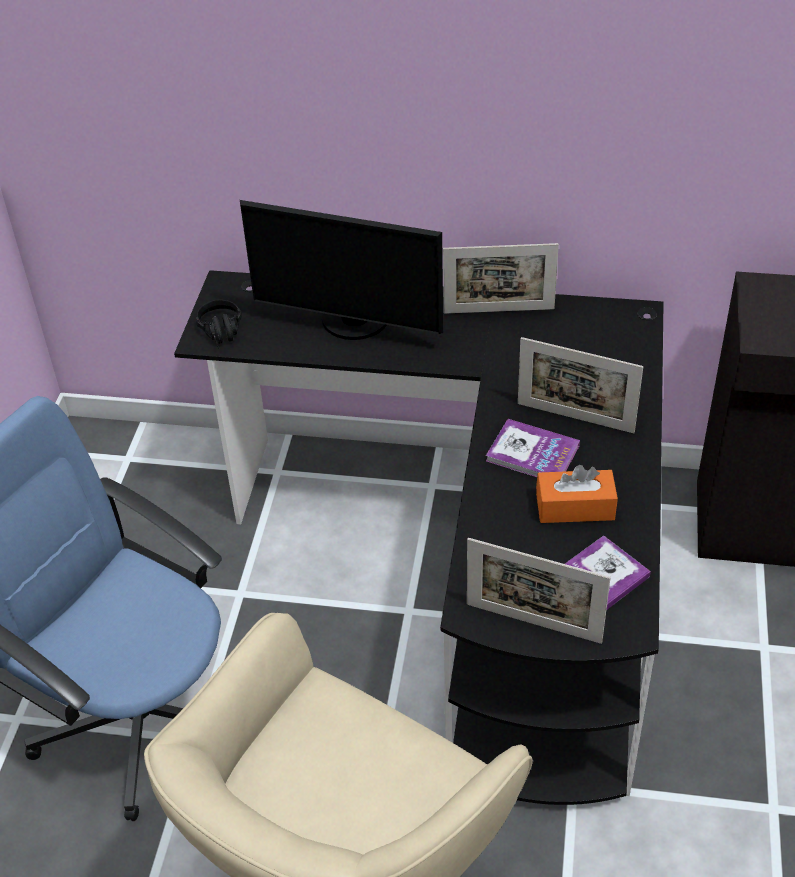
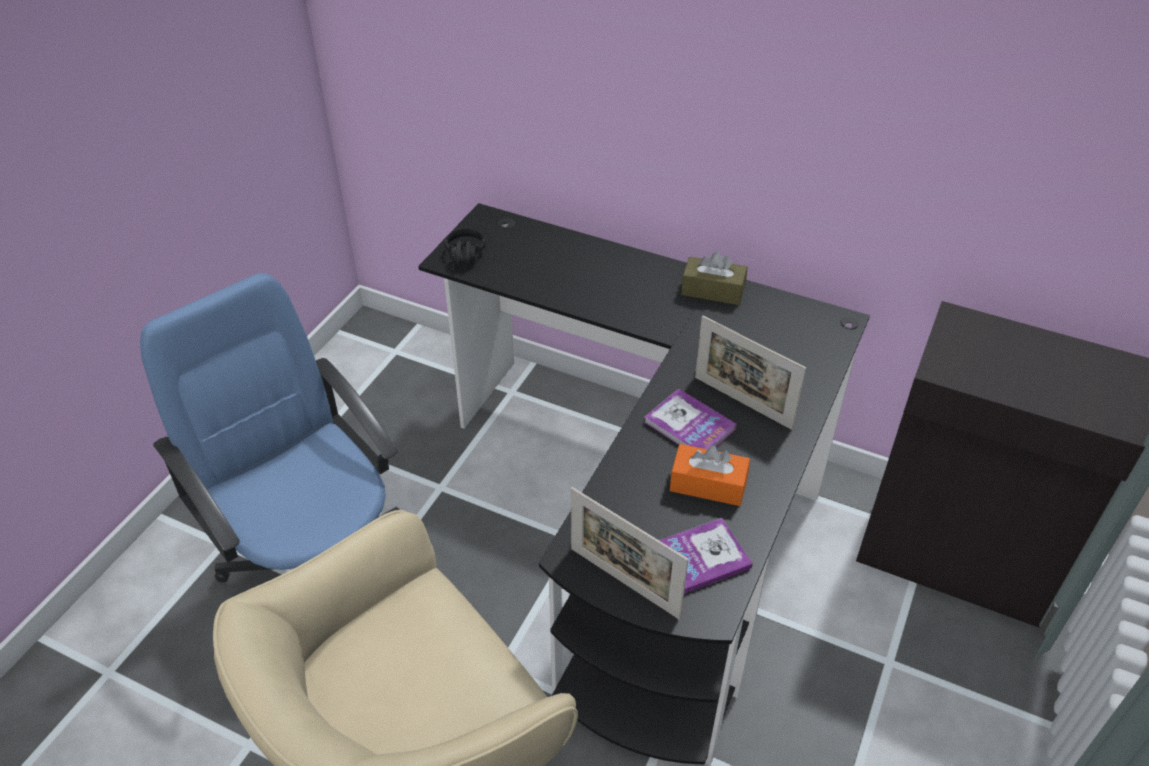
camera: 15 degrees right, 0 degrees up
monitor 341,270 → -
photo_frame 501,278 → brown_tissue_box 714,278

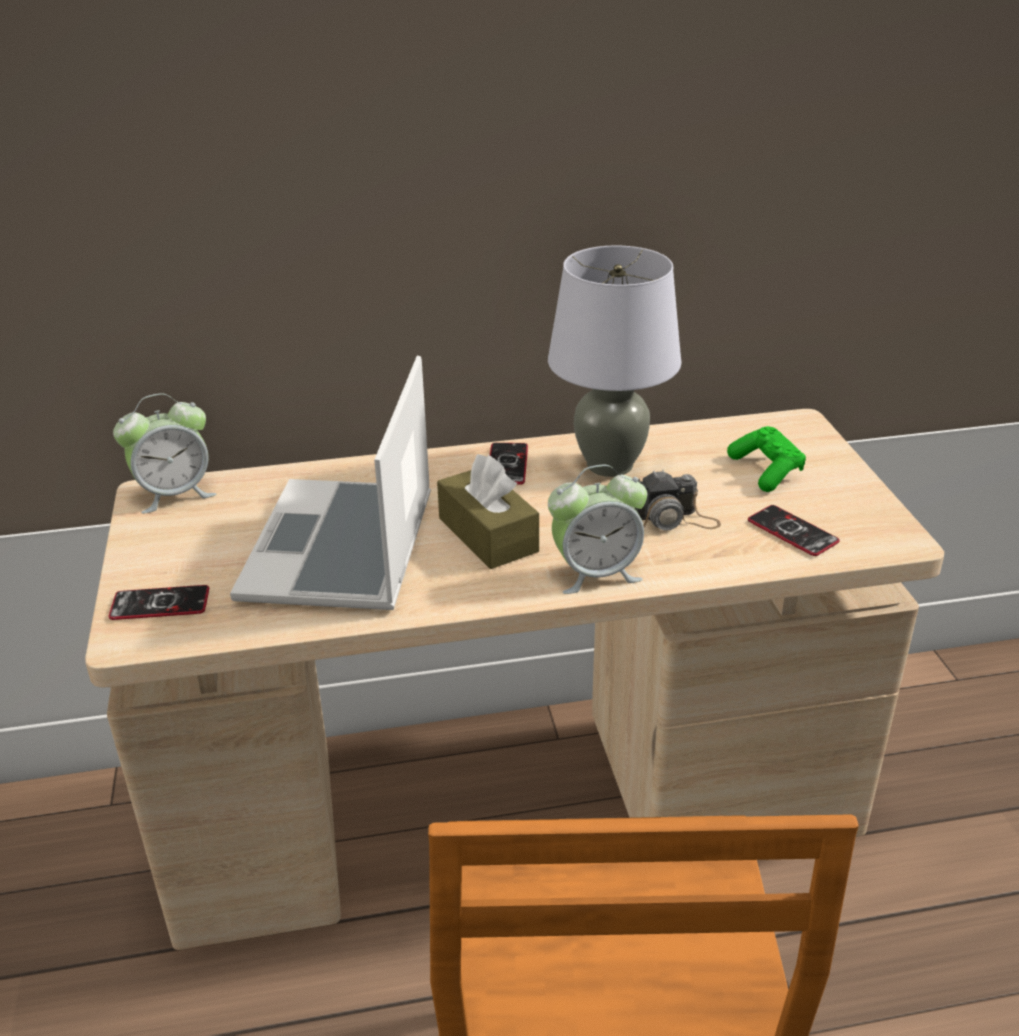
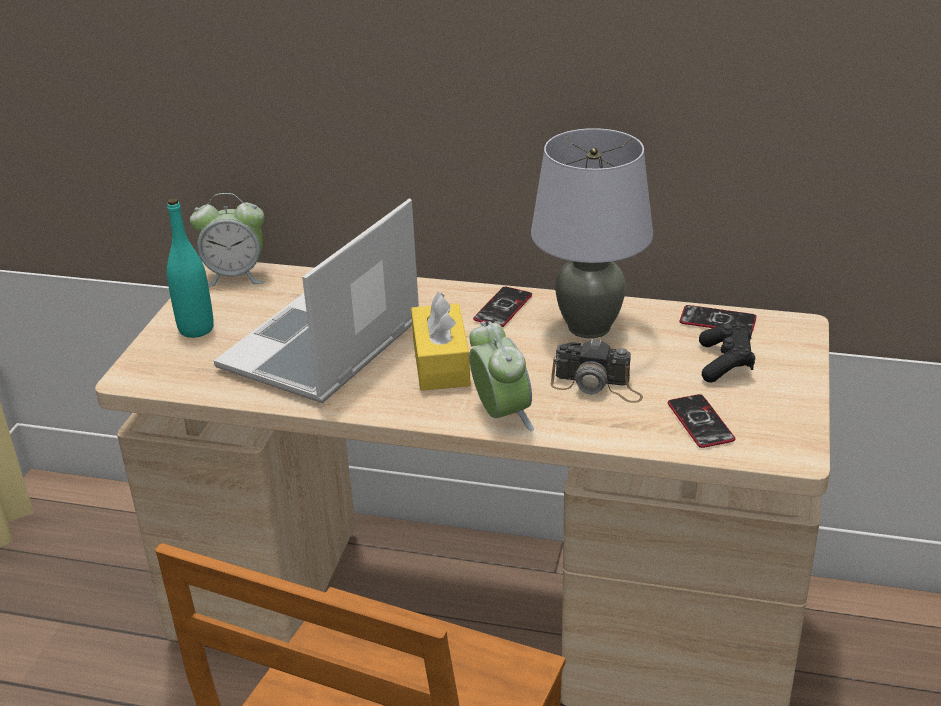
camera: 25 degrees right, 0 degrees up
phone 158,602 → phone 718,318, moved
brown_tissue_box 488,511 → yellow_tissue_box 441,341
bedside_clock 597,529 → bedside_clock 501,376, 120 degrees counterclockwise
green-coloured_gamepad 766,459 → black_gamepad 727,352
- → blue-green_bottle 190,268

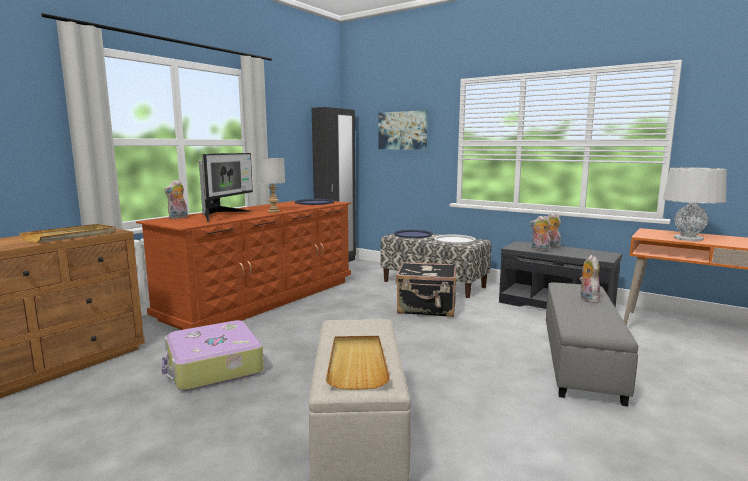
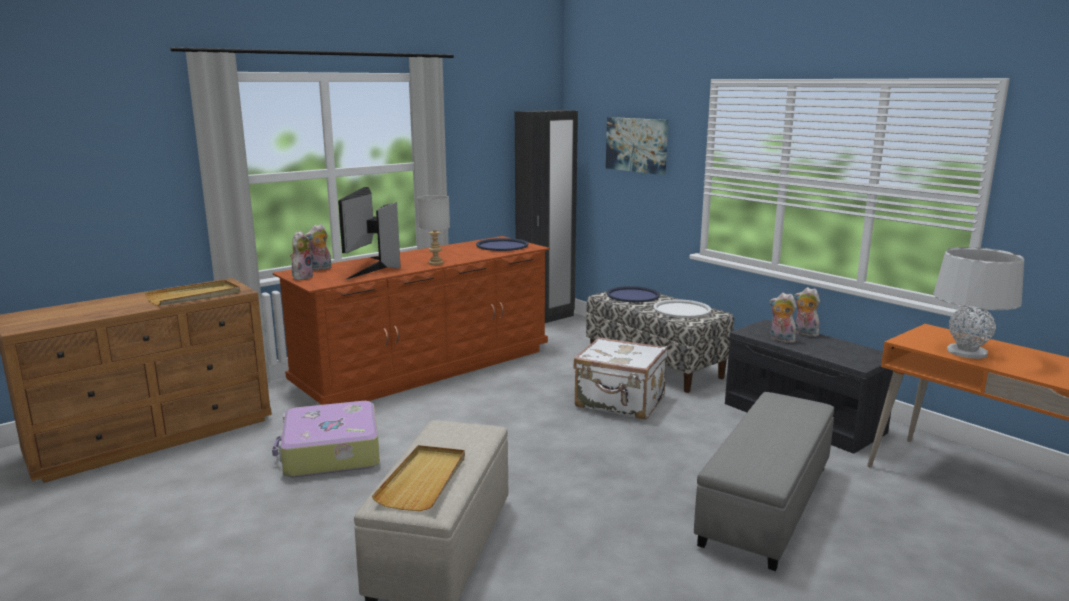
camera: 15 degrees right, 5 degrees up
monitor 226,187 → monitor 369,233, 150 degrees clockwise
black_suitcase 426,289 → white_suitcase 620,378
cuddly_toy 590,279 → cuddly_toy 302,255, moved

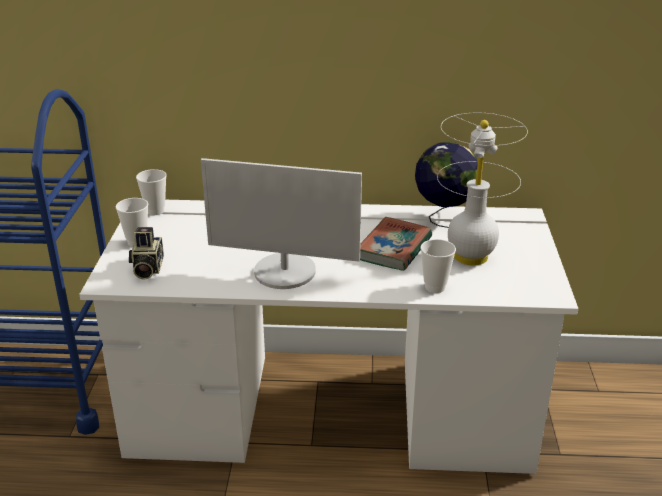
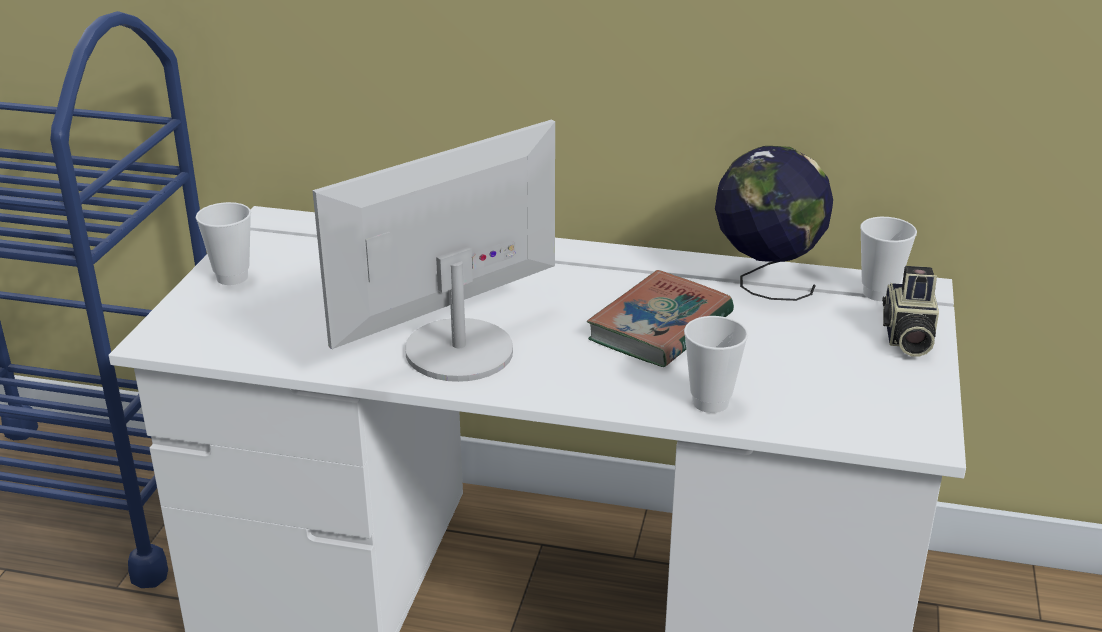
camera: 10 degrees right, 0 degrees up
photo_camera 146,253 → photo_camera 910,311, moved
drinking_cup 151,192 → drinking_cup 888,259, moved
monitor 281,223 → monitor 433,251, 120 degrees clockwise
white_lamp_for_a_table 482,189 → -

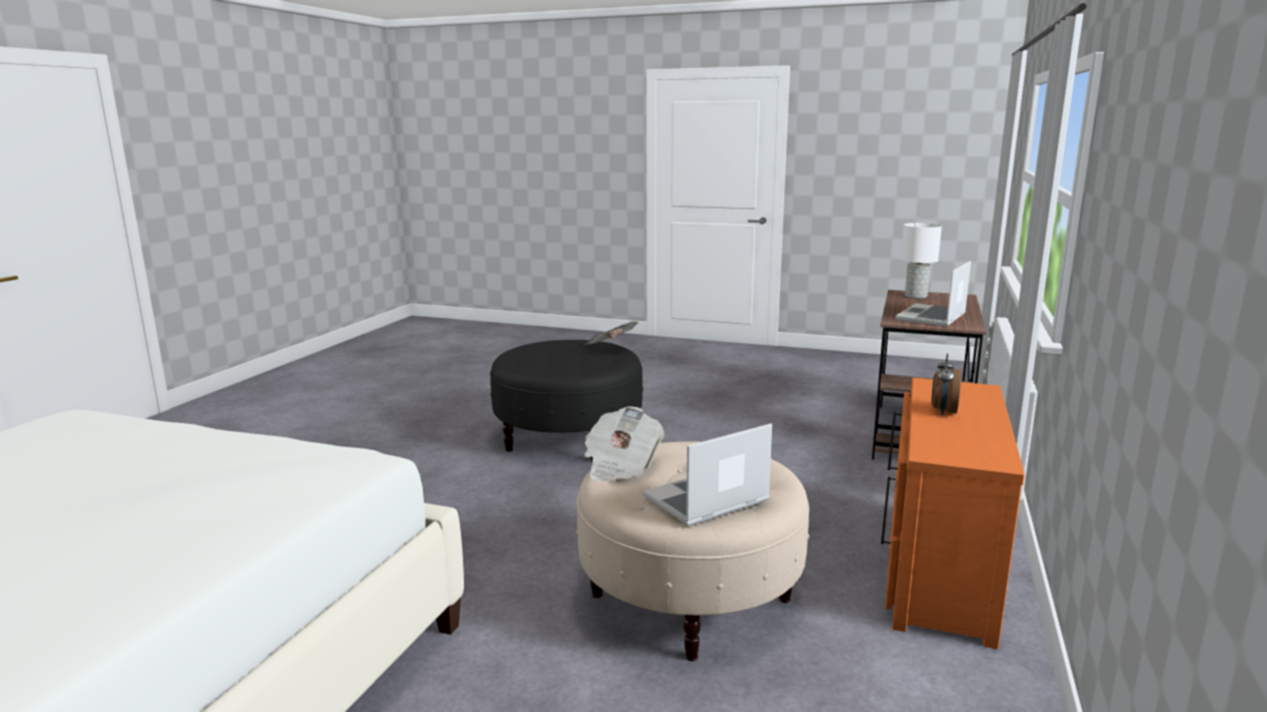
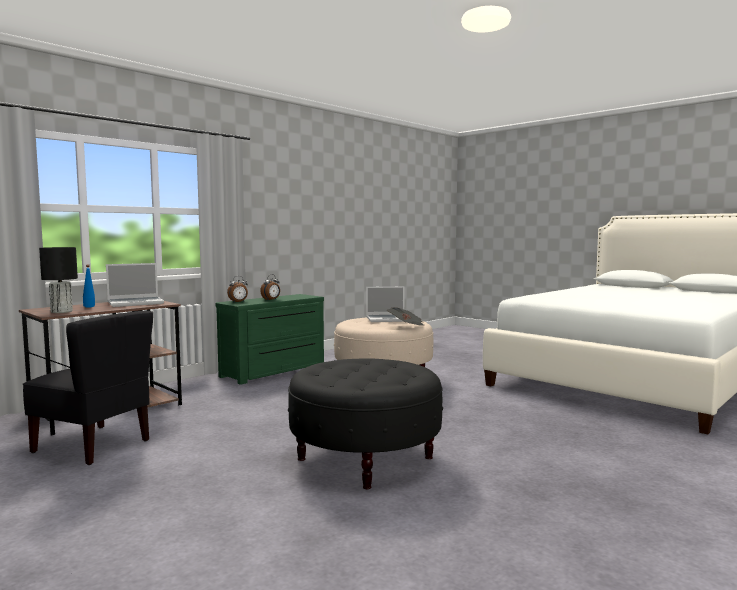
camera: 155 degrees left, 10 degrees down
printed_paper 611,333 → -
orangey_chest_of_drawers 953,513 → green-coloured_chest_of_drawers 270,339
white_lamp_for_a_table 921,261 → black_lamp_for_a_table 58,280
- → black_plain_chair 88,388
- → bluish_bottle 89,286
- → bedside_clock 237,289

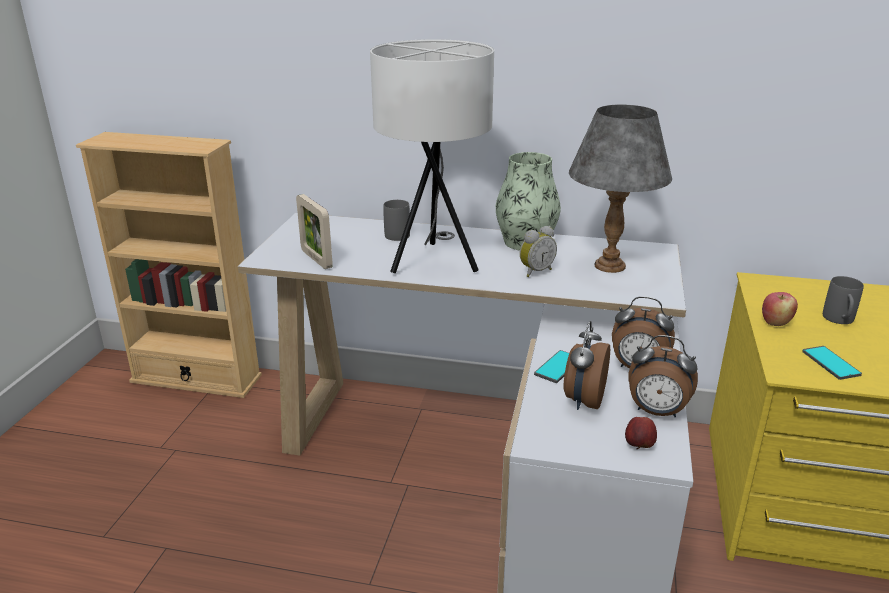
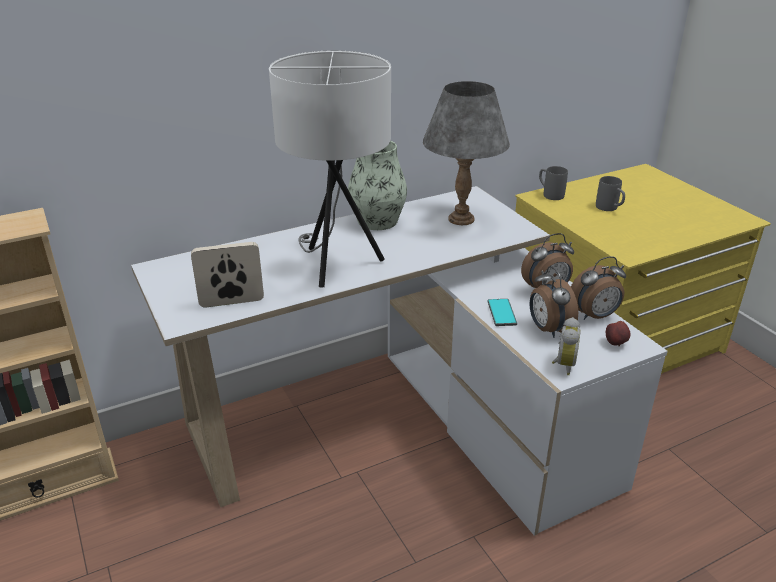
camera: 40 degrees left, 5 degrees up
photo_frame 314,231 → photo_frame 227,274, 150 degrees clockwise
greyish_mug 396,220 → greyish_mug 553,183, moved
bedside_clock 538,251 → bedside_clock 566,346, moved
whole_apple 780,309 → -
phone 832,363 → -

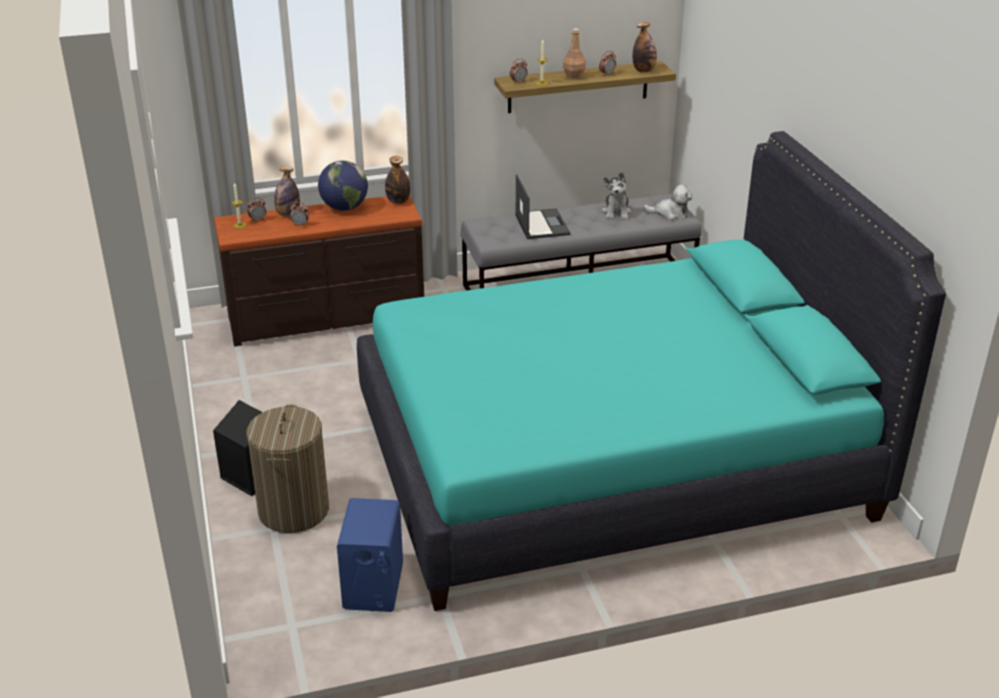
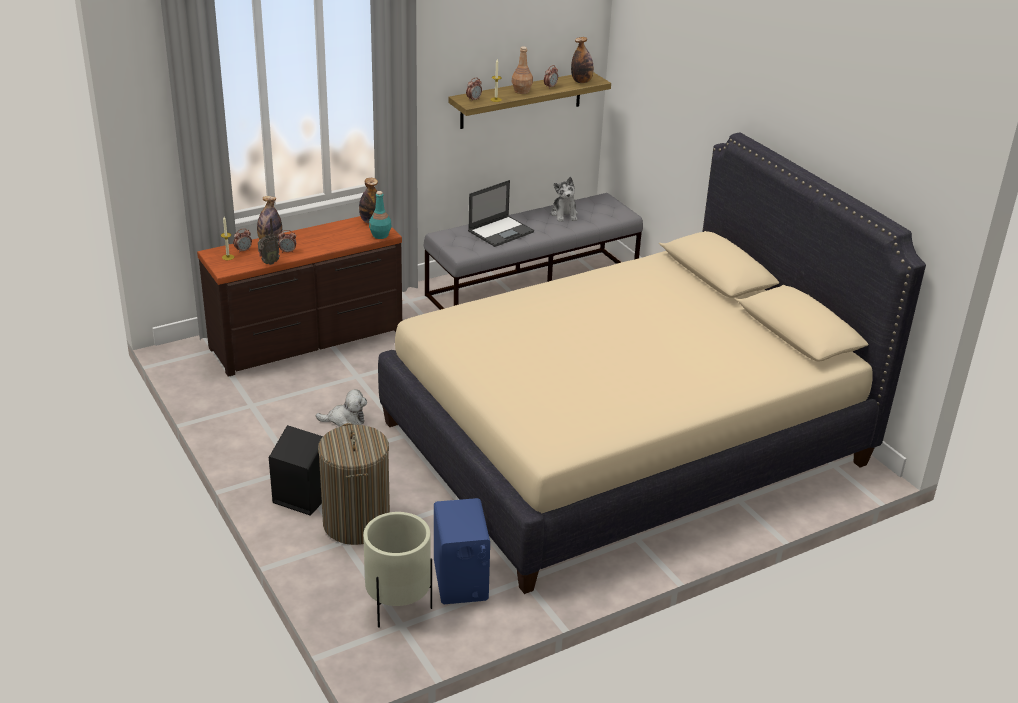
camera: 15 degrees left, 0 degrees up
desk_globe 343,186 → -
blue-green_sleeping_bed 651,371 → beige_sleeping_bed 652,363
portable_computer 542,206 → portable_computer 501,213, 75 degrees clockwise
cuddly_toy 668,202 → cuddly_toy 341,408, moved
- → radio_set 269,241
- → beige_flower_pot 397,570
- → blue-green_bottle 380,215

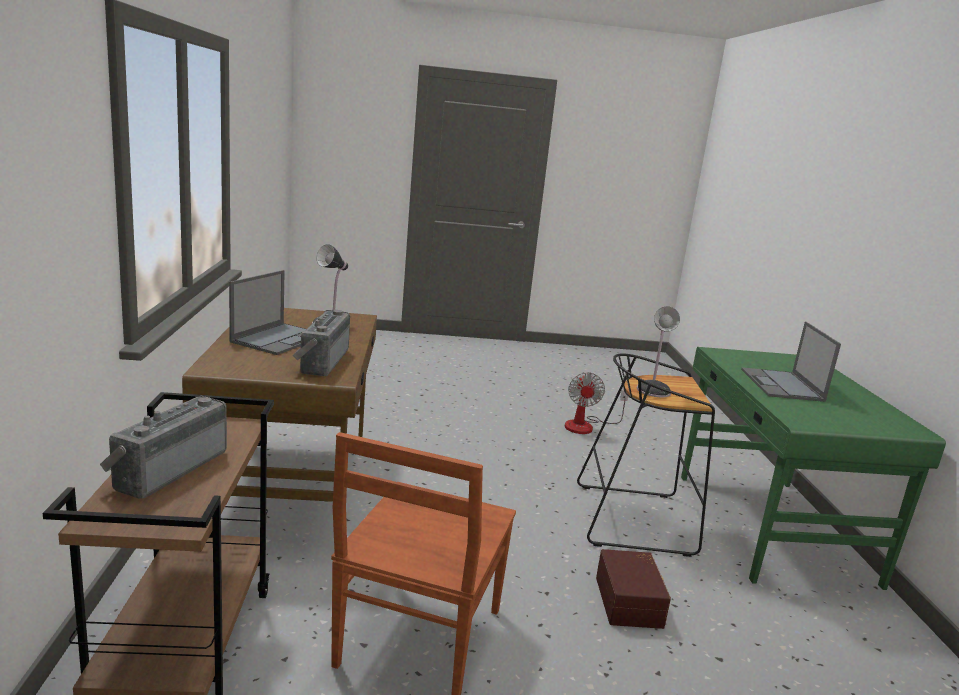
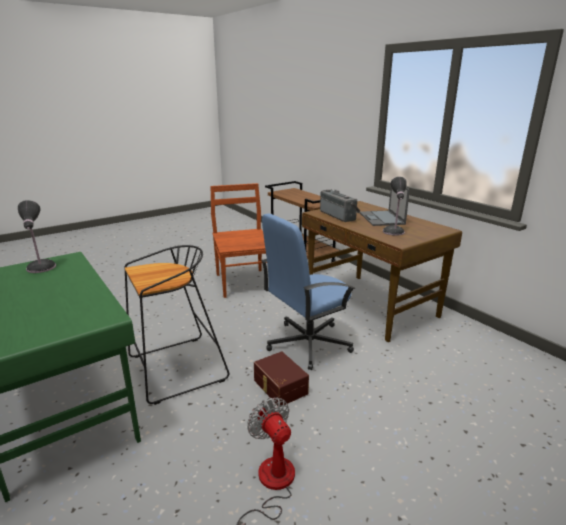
camera: 150 degrees right, 5 degrees up
radio_set 163,447 → -
brown_storage_box 633,589 → brown_storage_box 281,378, moved
lamp_for_a_table 658,351 → lamp_for_a_table 37,236, moved
portable_computer 791,362 → -
- → bluish_office_chair 308,291

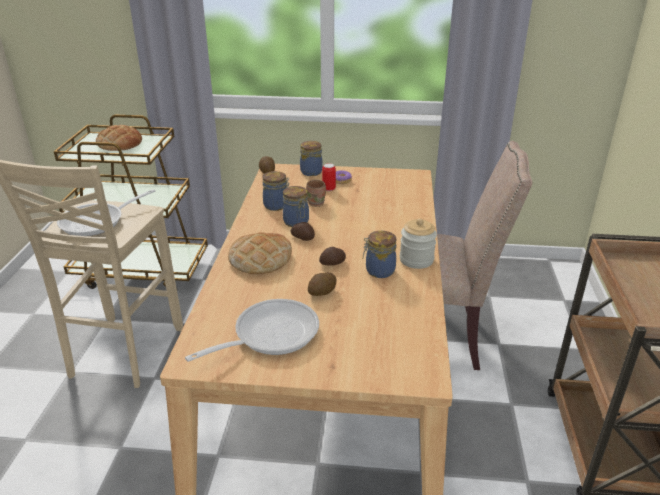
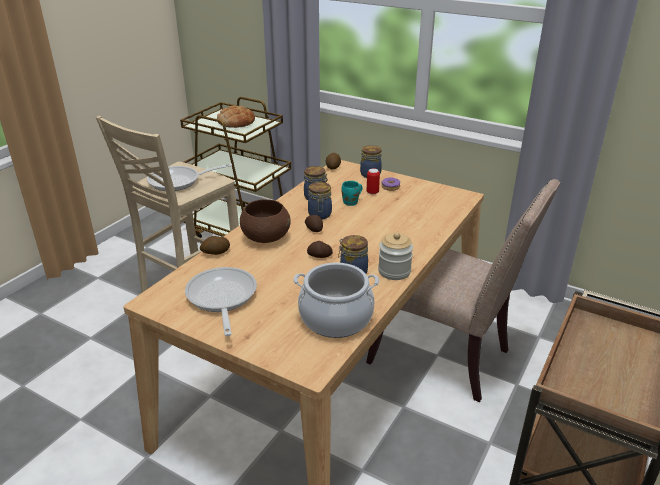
camera: 25 degrees right, 0 degrees up
skillet 252,330 → skillet 221,301, 90 degrees counterclockwise
bakery_bread 260,253 → brown_serving_bowl 265,221
brown_mug 316,193 → blue-green_mug 352,193
potato 322,284 → potato 215,245, moved
- → cooking_pot 336,300

